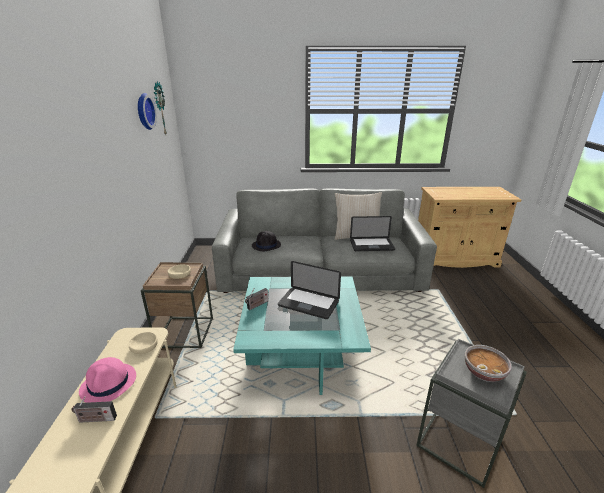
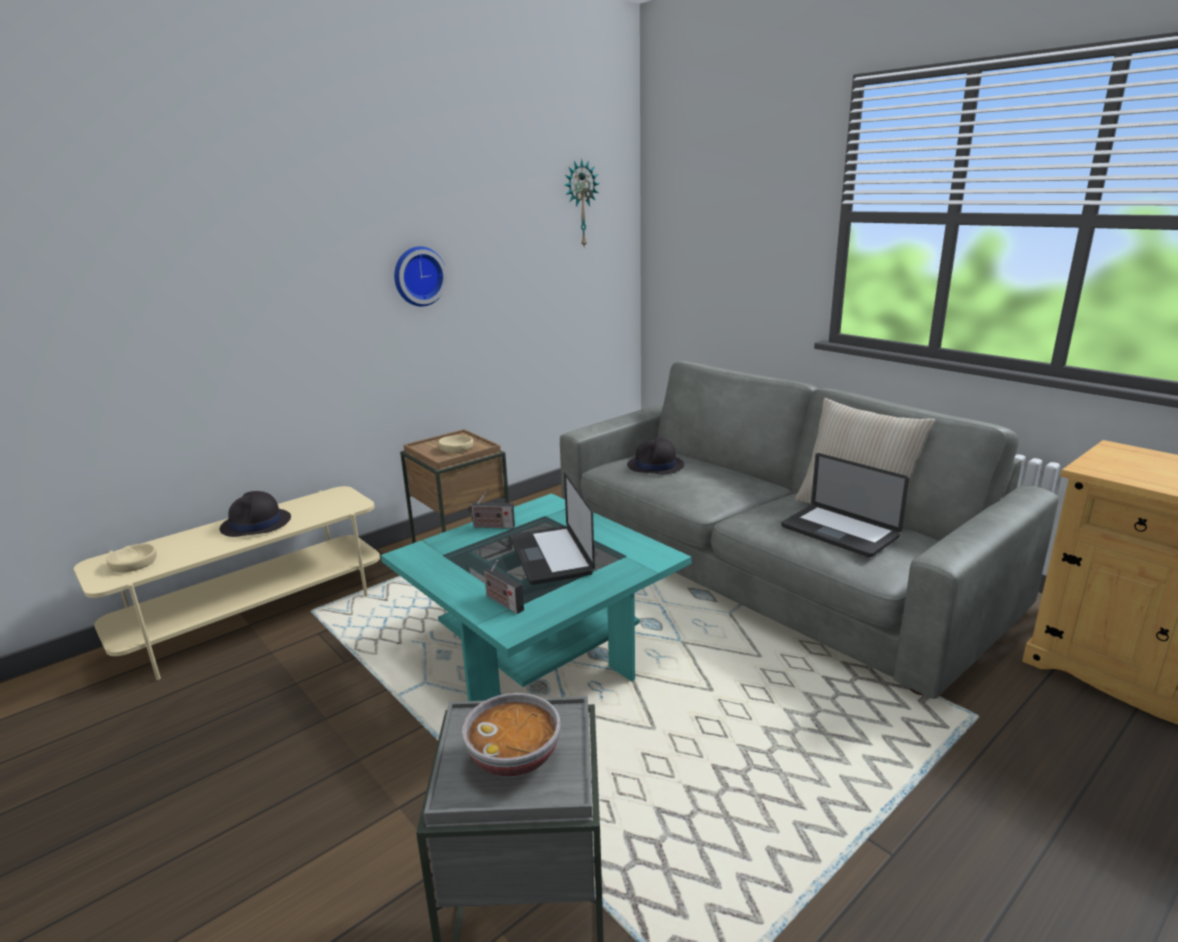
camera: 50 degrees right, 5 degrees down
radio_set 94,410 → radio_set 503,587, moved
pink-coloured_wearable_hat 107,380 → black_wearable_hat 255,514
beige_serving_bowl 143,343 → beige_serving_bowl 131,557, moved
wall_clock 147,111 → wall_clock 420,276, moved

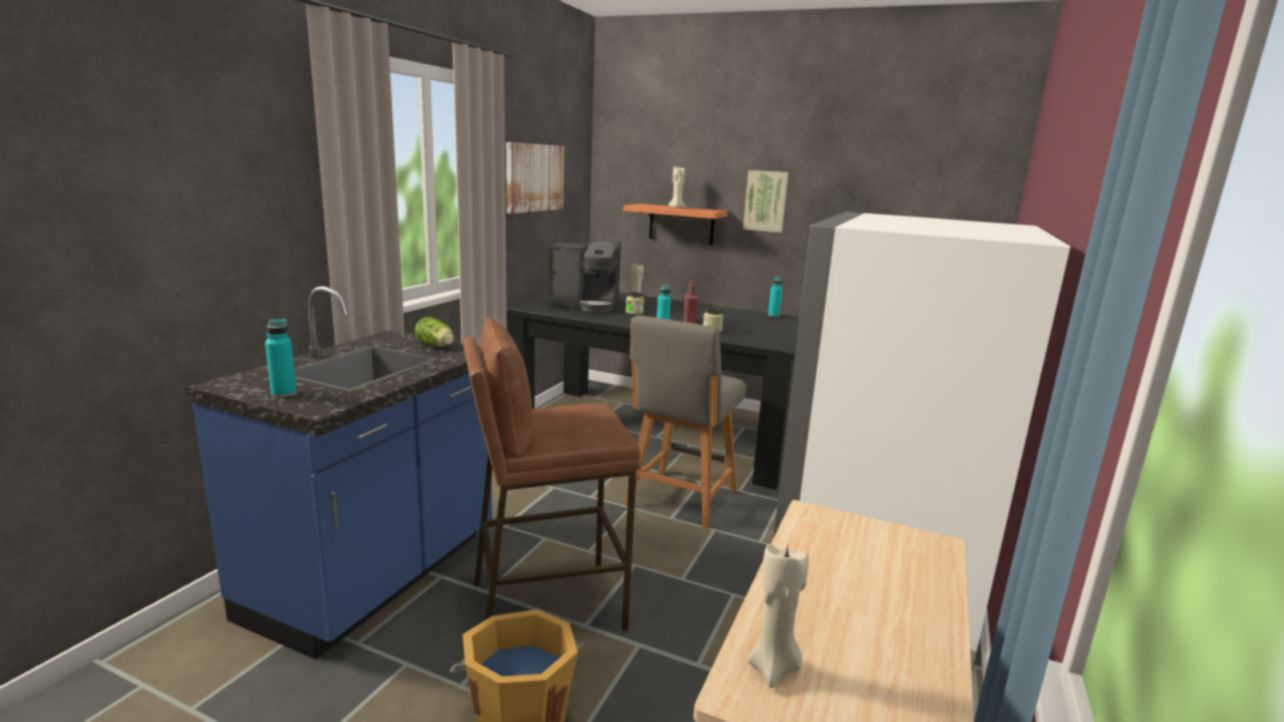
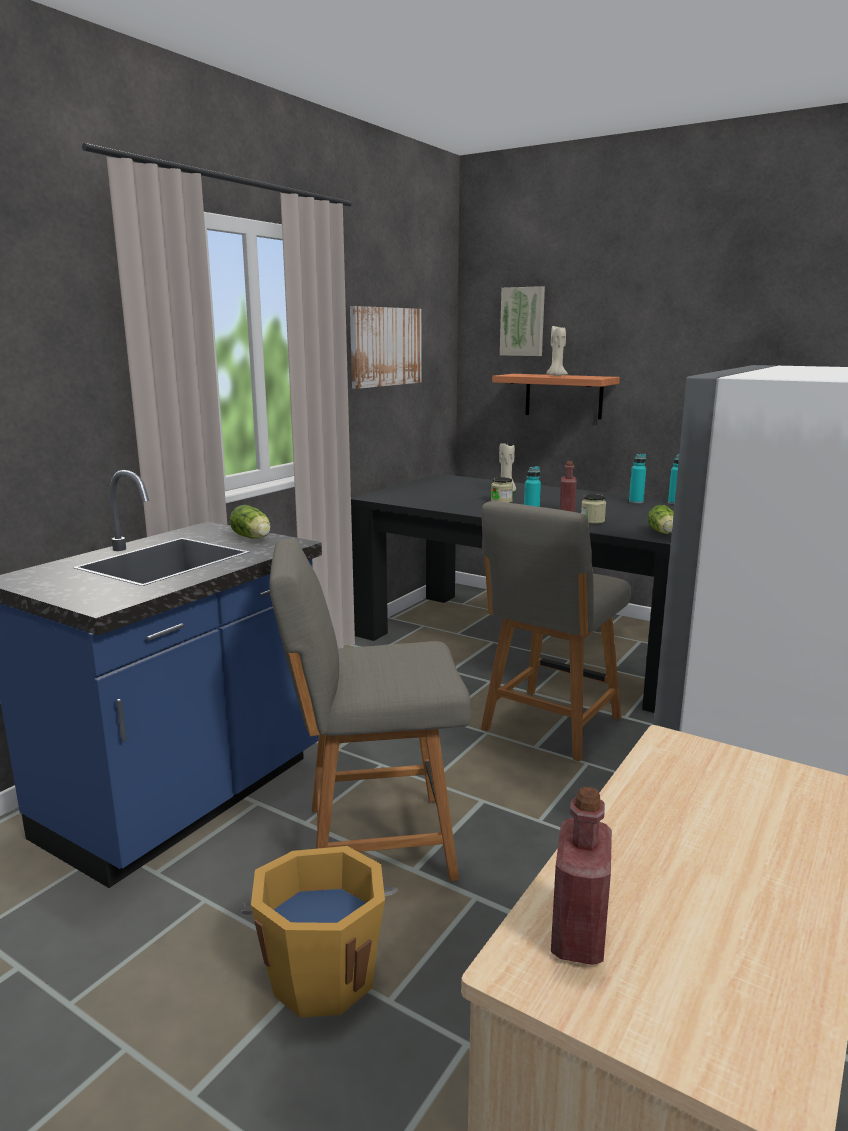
camera: 10 degrees right, 0 degrees up
blue-green_bottle 280,358 → blue-green_bottle 637,478, moved
brown_stool 551,475 → greyish_plain_chair 370,710
coffee_maker 583,276 → -
wall_art 766,201 → wall_art 522,321, moved
beige_wax_light 778,616 → red-coloured_bottle 581,876
- → lettuce 661,519

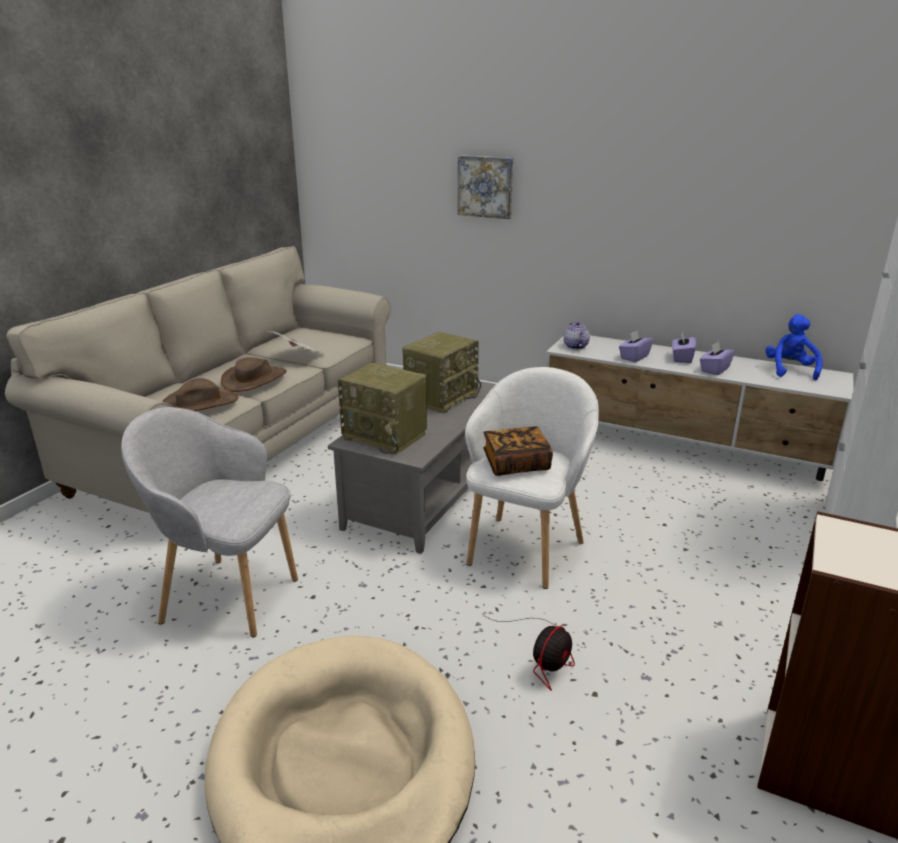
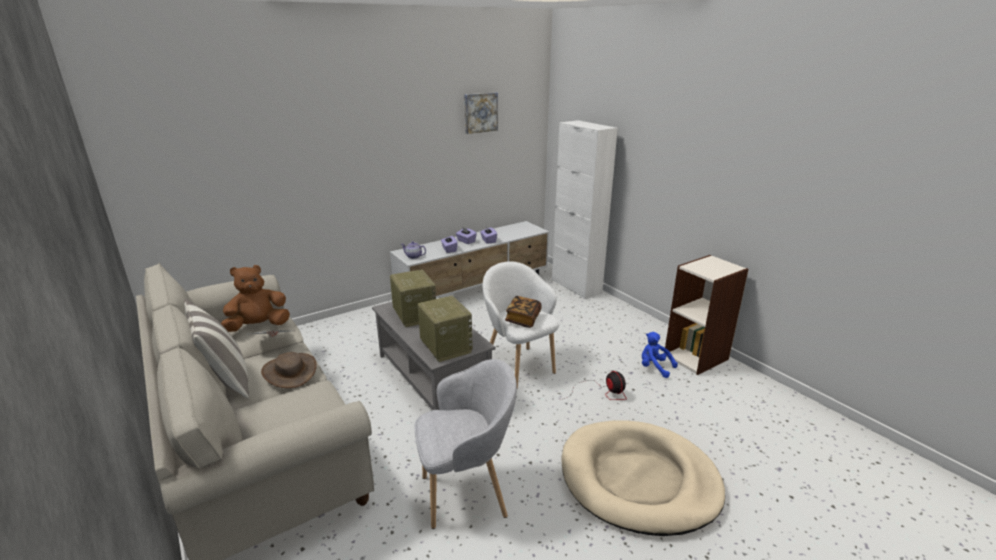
camera: 60 degrees left, 0 degrees up
greyish_armchair 209,522 → greyish_armchair 466,444, 150 degrees counterclockwise
brown_wearable_hat 200,394 → -
radio_set 382,409 → radio_set 445,328, 90 degrees counterclockwise
wall_art 486,187 → wall_art 481,113, moved
bluish_cuddly_toy 794,347 → bluish_cuddly_toy 660,355, moved
- → cushion 216,348
- → brown_cuddly_toy 255,298

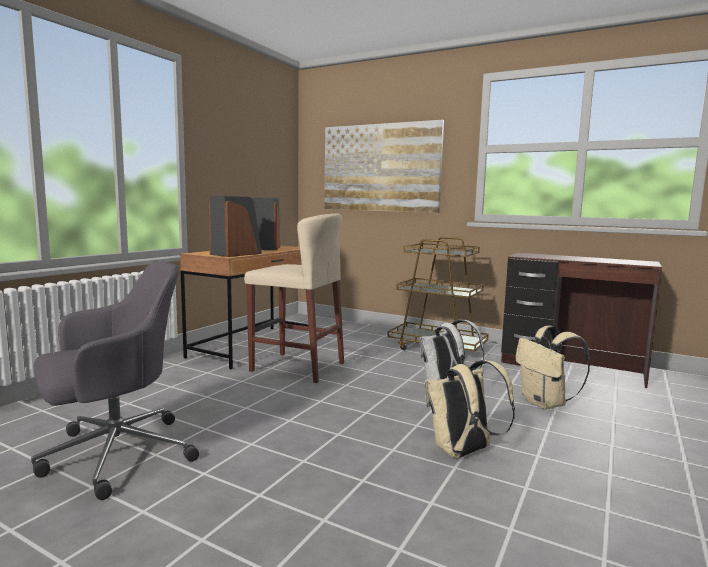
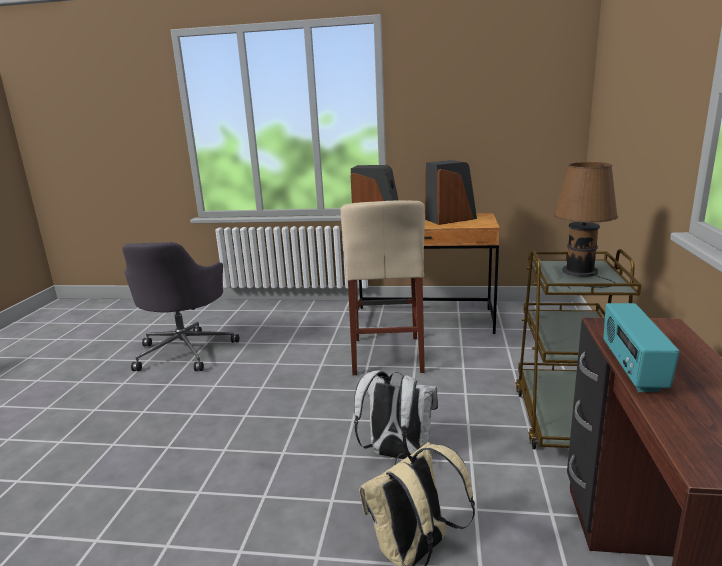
camera: 70 degrees right, 10 degrees up
greyish_office_chair 115,380 → greyish_office_chair 180,306, 60 degrees clockwise
wall_art 384,166 → -
beige_knapsack 469,409 → -
- → brown_lamp_for_a_table 586,225
- → radio_set 641,347

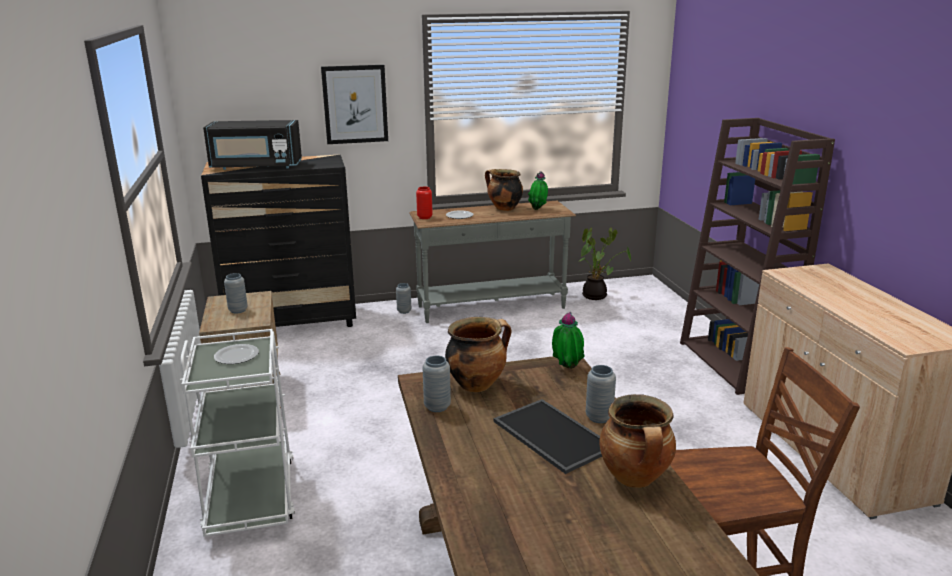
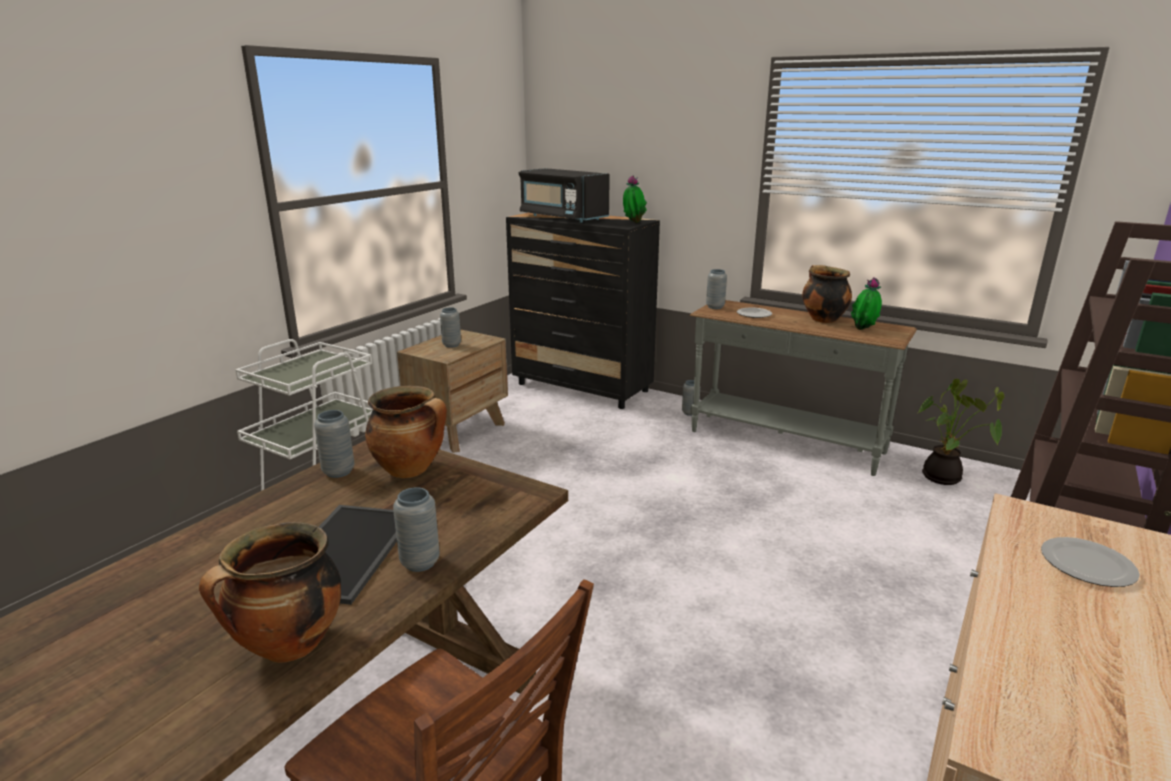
camera: 45 degrees right, 0 degrees up
dinner_plate 236,354 → dinner_plate 1090,562, moved
wall_art 354,104 → -
red-coloured_vase 424,203 → greyish_vase 716,289
potted_plant 568,340 → potted_plant 635,199, moved

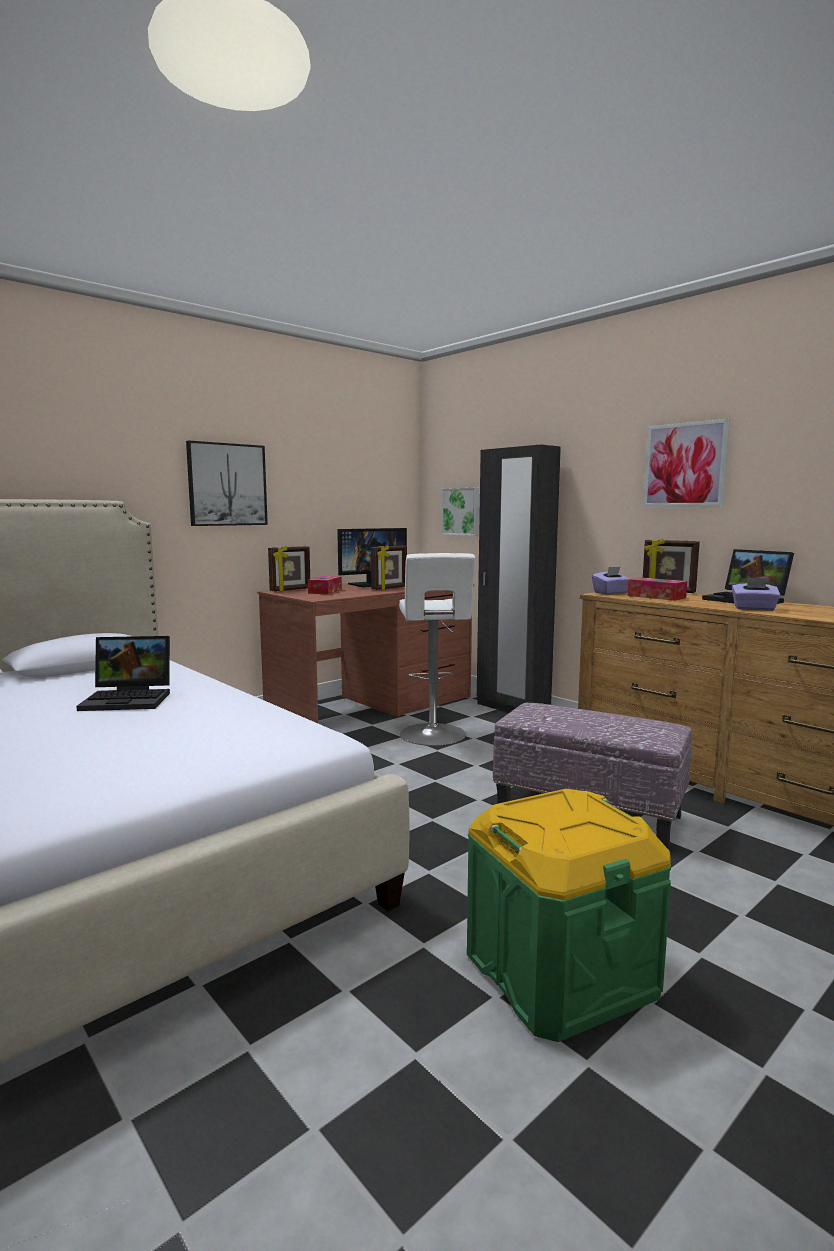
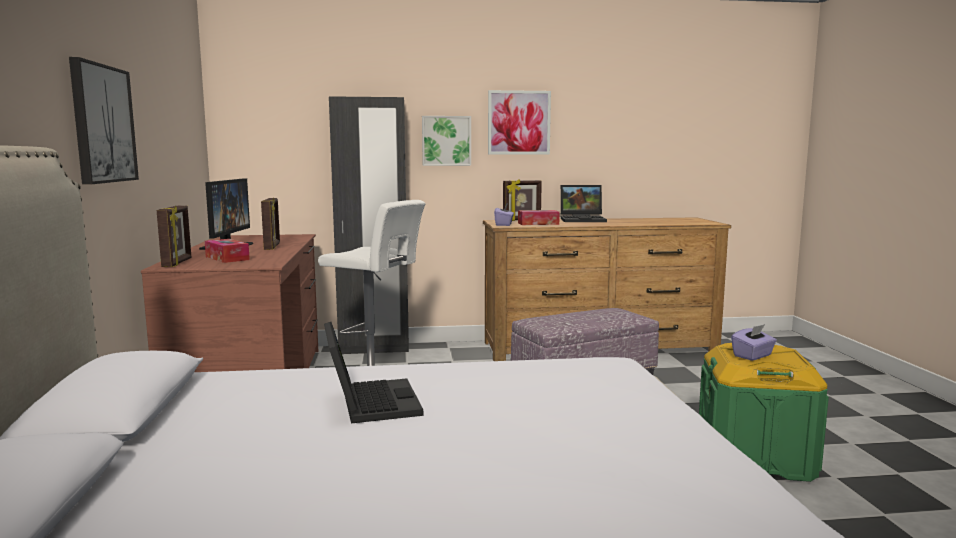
camera: 55 degrees left, 0 degrees up
portable_computer 123,673 → portable_computer 373,373, 45 degrees counterclockwise
wall_art 460,512 → wall_art 446,141, moved
purplish_tissue_box 756,594 → purplish_tissue_box 754,342, moved

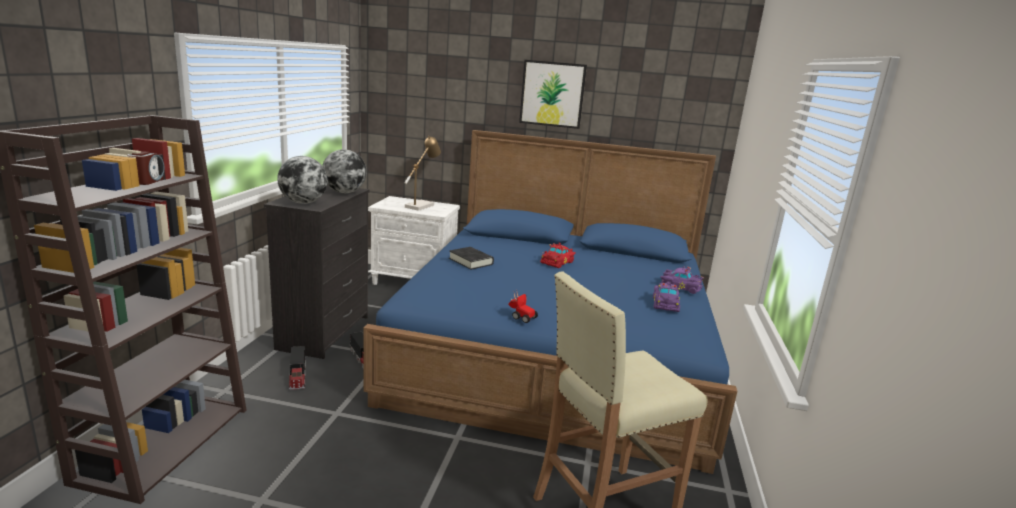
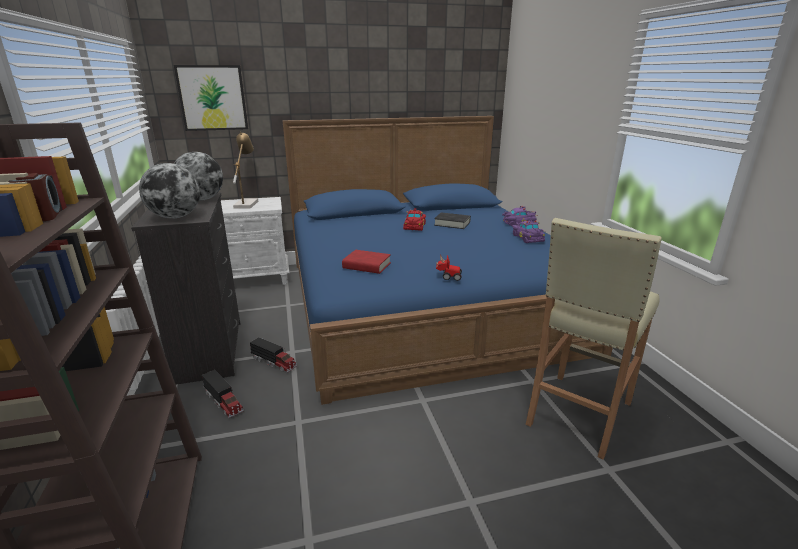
camera: 25 degrees left, 5 degrees up
black_volume 471,258 → black_volume 452,220, moved
wall_art 553,94 → wall_art 211,98, moved
- → red-coloured_volume 366,262

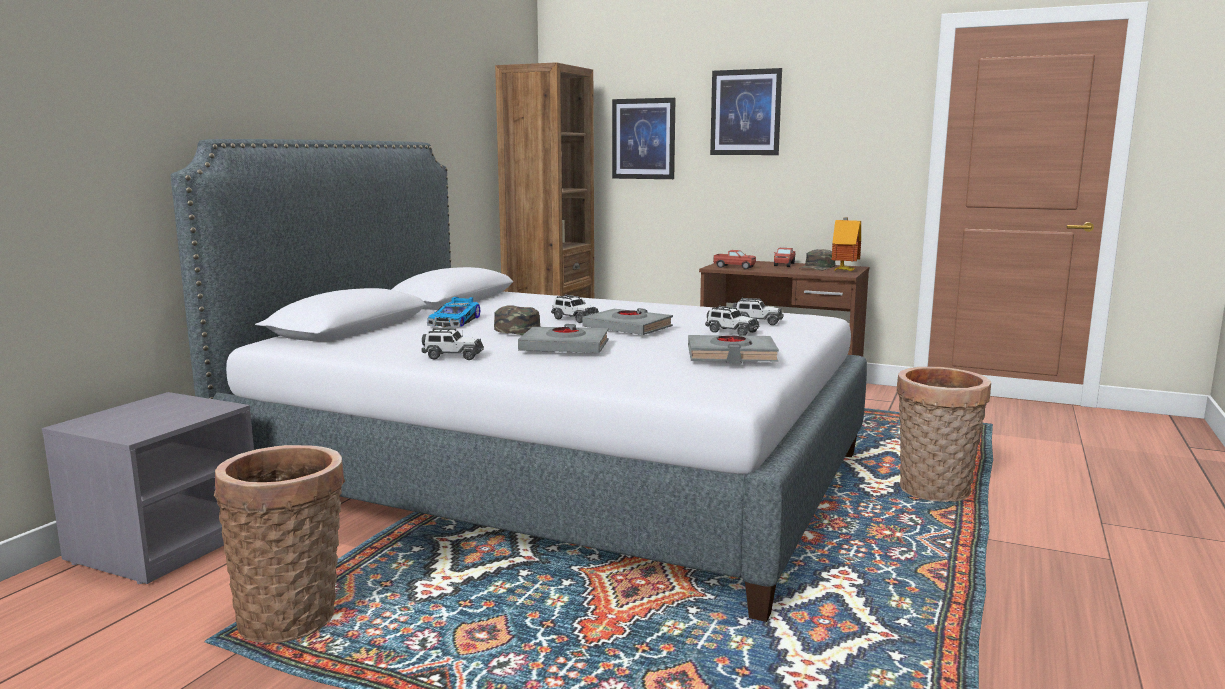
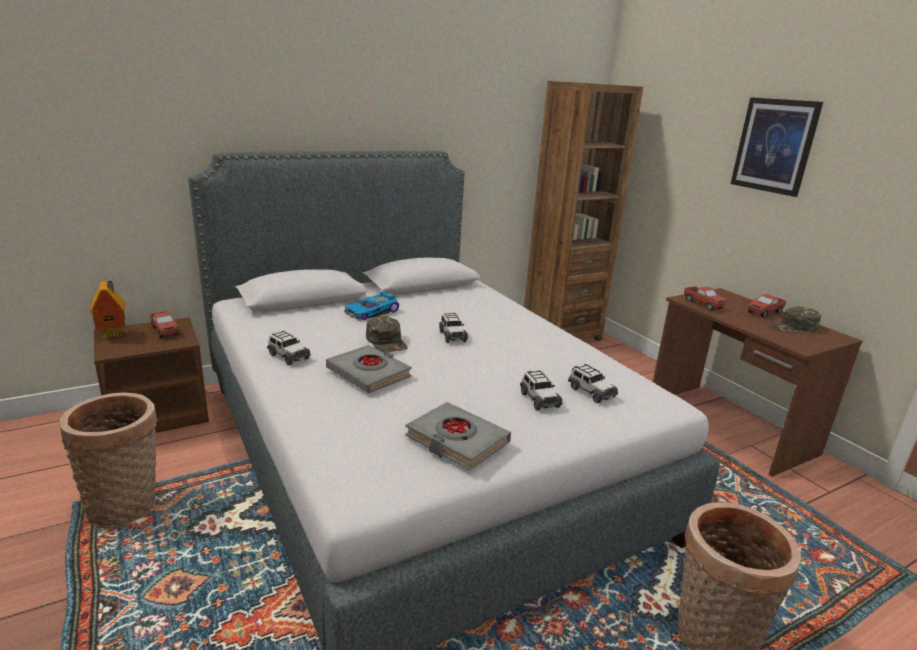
camera: 35 degrees right, 10 degrees up
greyish_nightstand 148,488 → brown_nightstand 151,375
greyish_volume 627,321 → -
wall_art 644,138 → -
miniature_house 846,244 → miniature_house 107,309, moved
- → toy_truck 164,324

